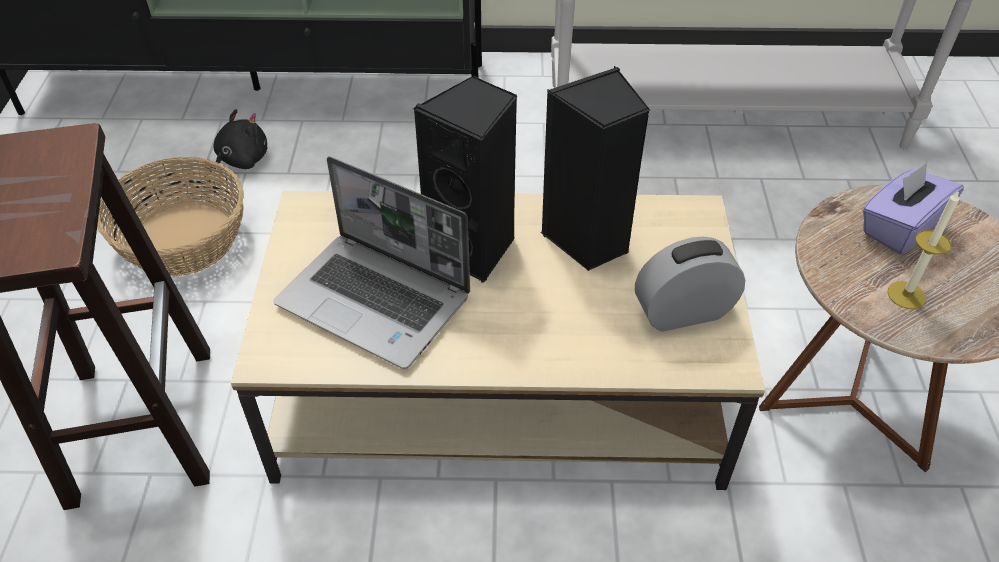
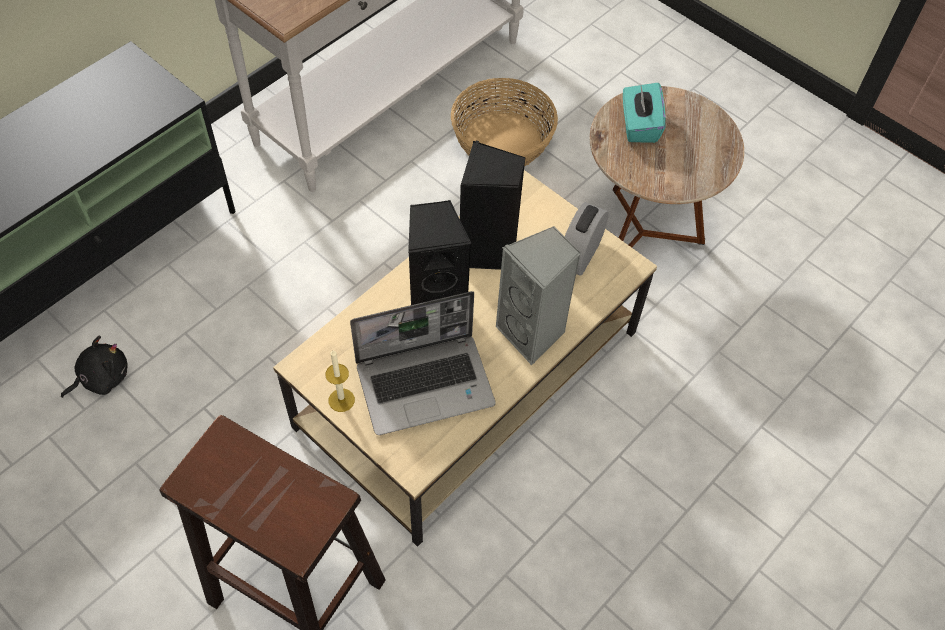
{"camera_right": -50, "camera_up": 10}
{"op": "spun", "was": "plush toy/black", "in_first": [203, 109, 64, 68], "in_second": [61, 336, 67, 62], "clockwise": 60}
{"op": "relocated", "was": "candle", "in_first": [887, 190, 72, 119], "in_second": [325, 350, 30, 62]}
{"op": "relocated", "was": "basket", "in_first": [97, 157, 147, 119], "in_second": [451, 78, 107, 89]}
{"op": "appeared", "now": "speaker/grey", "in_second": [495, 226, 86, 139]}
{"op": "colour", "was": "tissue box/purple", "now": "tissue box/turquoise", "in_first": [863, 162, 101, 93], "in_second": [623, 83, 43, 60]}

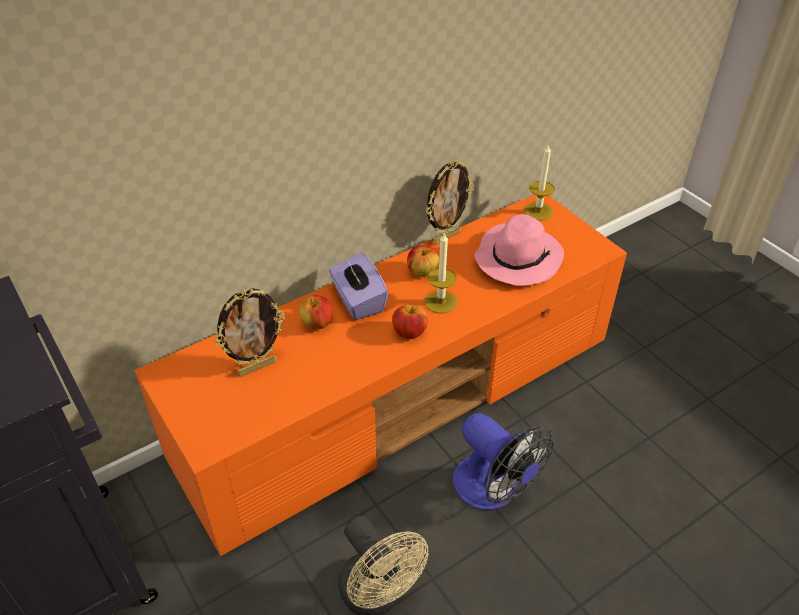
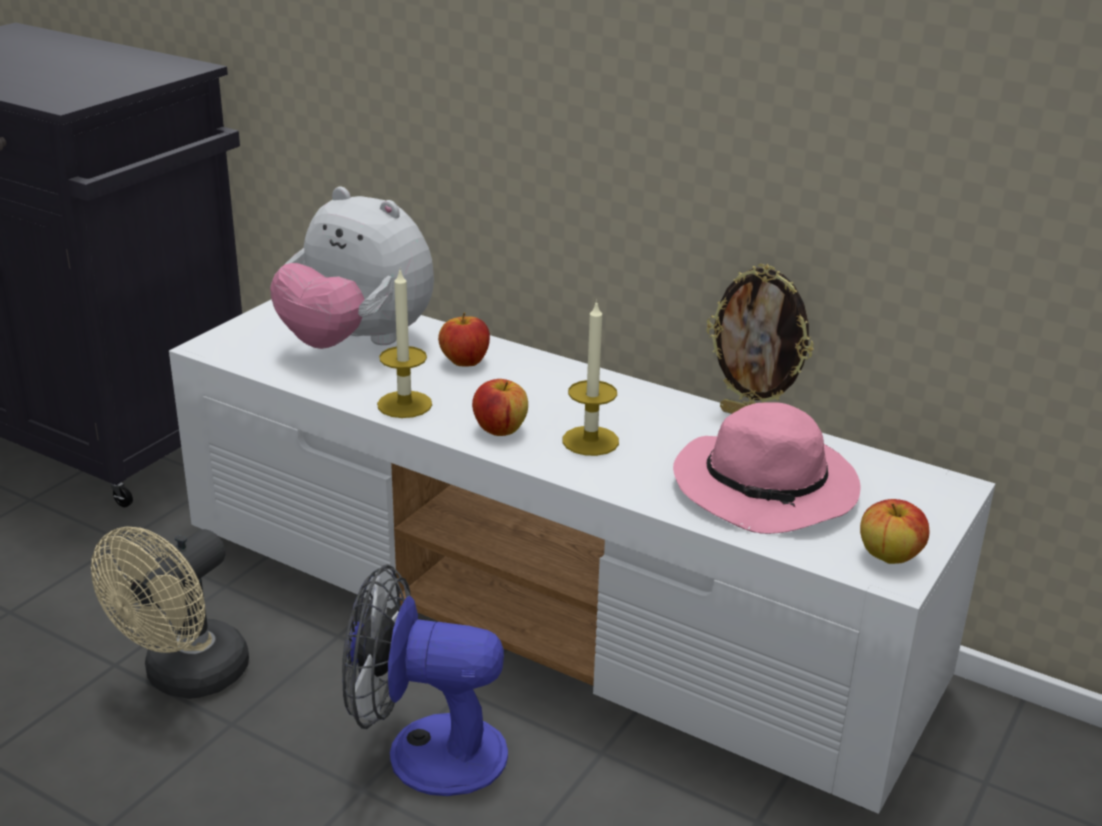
{"camera_right": 65, "camera_up": -15}
{"op": "colour", "was": "tv stand/orange", "now": "tv stand/white", "in_first": [134, 194, 493, 362], "in_second": [169, 299, 826, 515]}
{"op": "exchanged", "was": "picture frame", "now": "plush toy", "in_first": [215, 288, 70, 89], "in_second": [270, 187, 164, 162]}
{"op": "spun", "was": "fan", "in_first": [453, 413, 101, 97], "in_second": [342, 564, 166, 232], "clockwise": 75}
{"op": "relocated", "was": "candle", "in_first": [524, 144, 31, 77], "in_second": [377, 270, 55, 148]}
{"op": "relocated", "was": "apple", "in_first": [407, 245, 32, 32], "in_second": [860, 499, 69, 65]}
{"op": "missing", "was": "tissue box/purple", "in_first": [329, 253, 59, 67]}

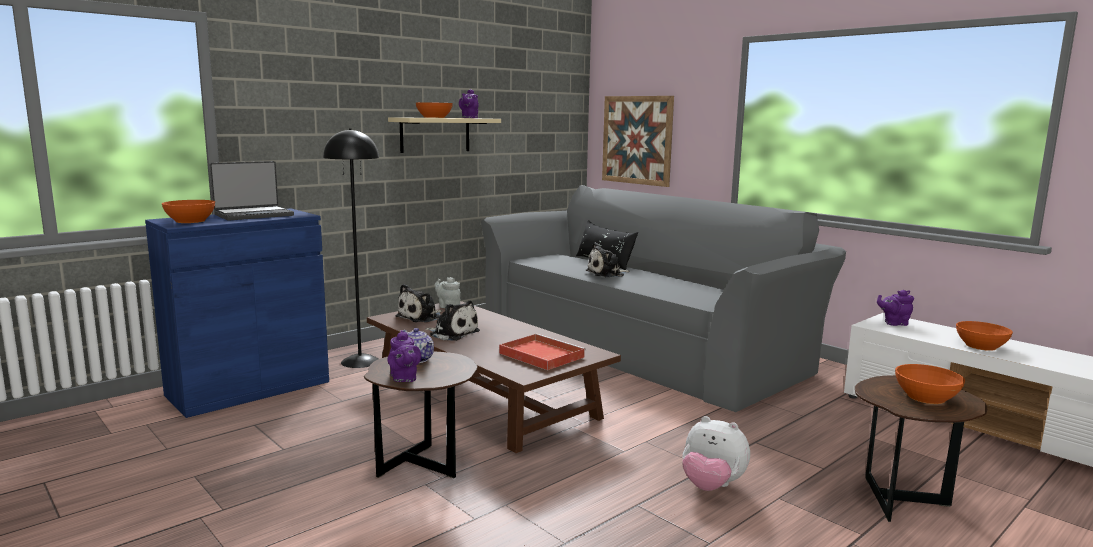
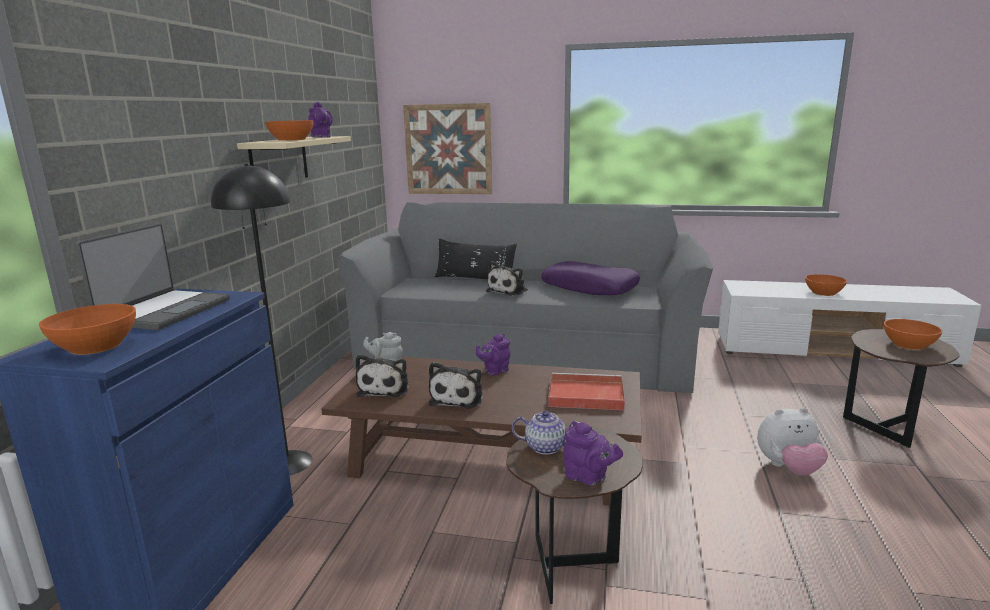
{"camera_right": -35, "camera_up": 5}
{"op": "spun", "was": "plush toy", "in_first": [425, 301, 55, 40], "in_second": [429, 362, 54, 47], "clockwise": 105}
{"op": "relocated", "was": "teapot/purple", "in_first": [877, 290, 37, 36], "in_second": [476, 334, 34, 42]}
{"op": "appeared", "now": "pillow/purple", "in_second": [541, 261, 99, 34]}

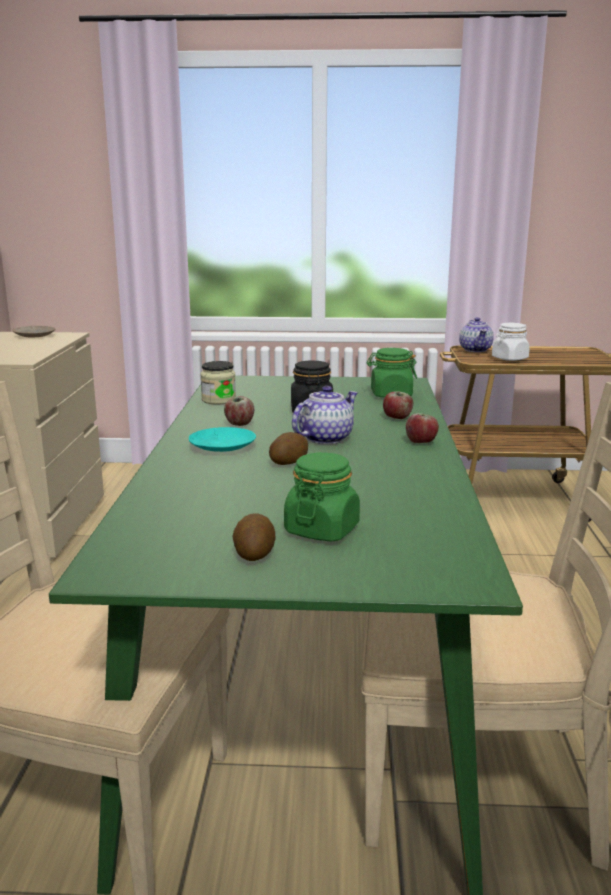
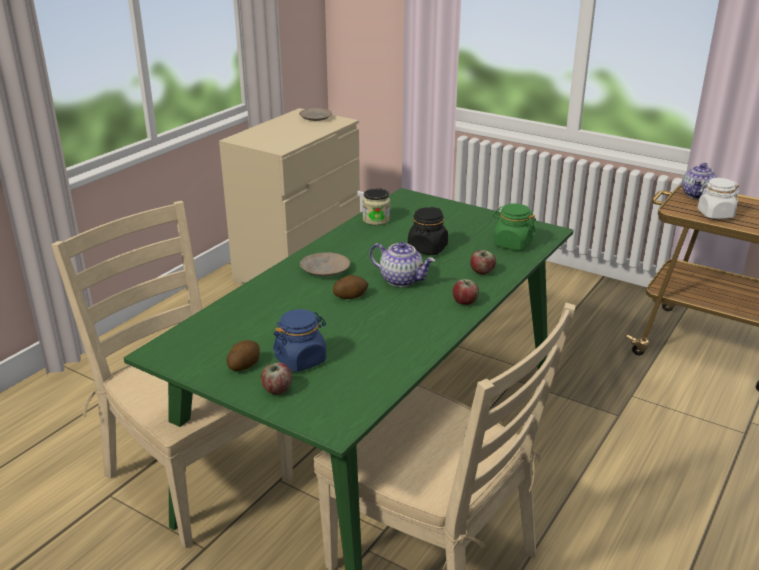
{"camera_right": 30, "camera_up": 10}
{"op": "relocated", "was": "apple", "in_first": [224, 396, 30, 30], "in_second": [261, 363, 31, 32]}
{"op": "colour", "was": "jar/green", "now": "jar/blue", "in_first": [284, 453, 76, 89], "in_second": [273, 309, 53, 63]}
{"op": "colour", "was": "plate/turquoise", "now": "plate/beige", "in_first": [189, 427, 67, 25], "in_second": [300, 252, 50, 24]}
{"op": "spun", "was": "teapot", "in_first": [292, 386, 66, 58], "in_second": [370, 242, 65, 45], "clockwise": 45}

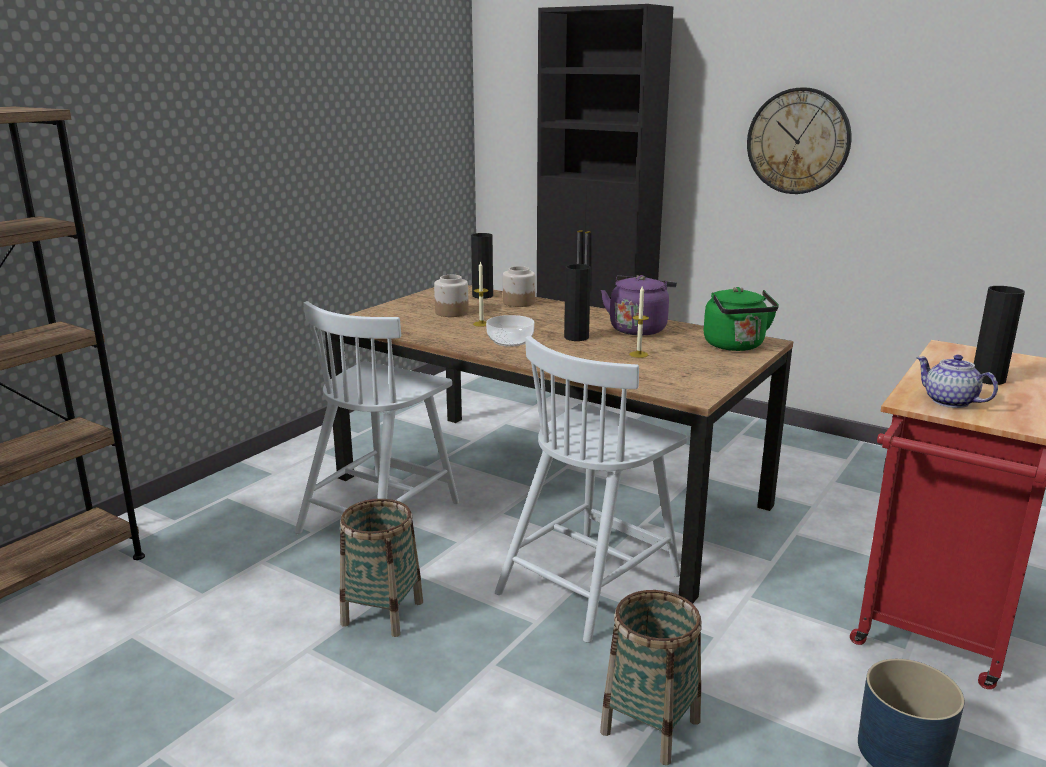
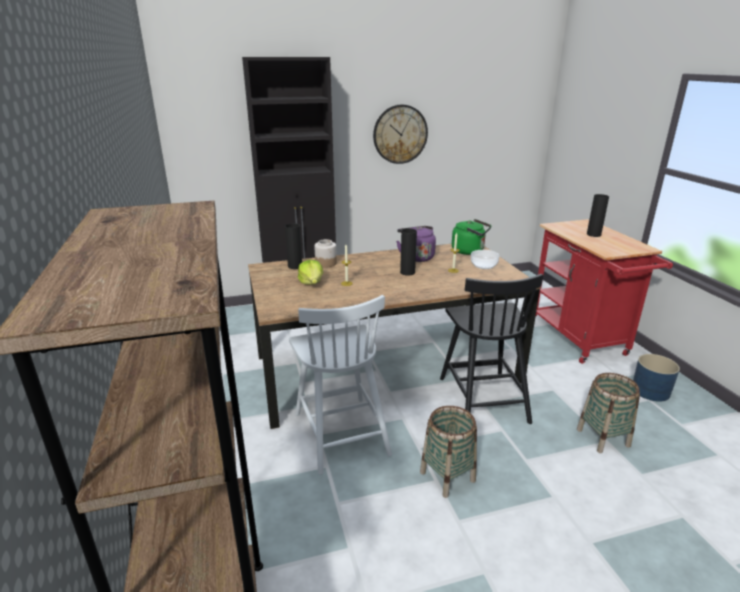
{"camera_right": -50, "camera_up": 5}
{"op": "exchanged", "was": "jar", "now": "lettuce", "in_first": [434, 275, 35, 42], "in_second": [298, 260, 25, 25]}
{"op": "colour", "was": "chair/white", "now": "chair/black", "in_first": [495, 336, 193, 307], "in_second": [440, 274, 103, 150]}
{"op": "relocated", "was": "bowl", "in_first": [486, 315, 48, 32], "in_second": [471, 250, 28, 19]}
{"op": "missing", "was": "teapot", "in_first": [916, 355, 82, 53]}

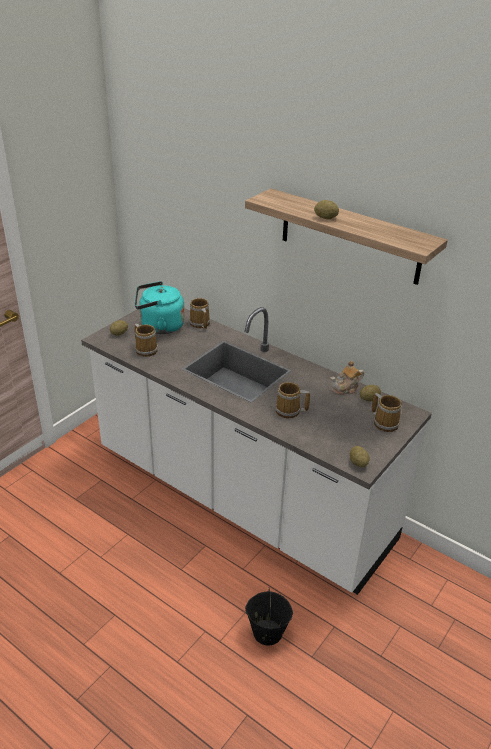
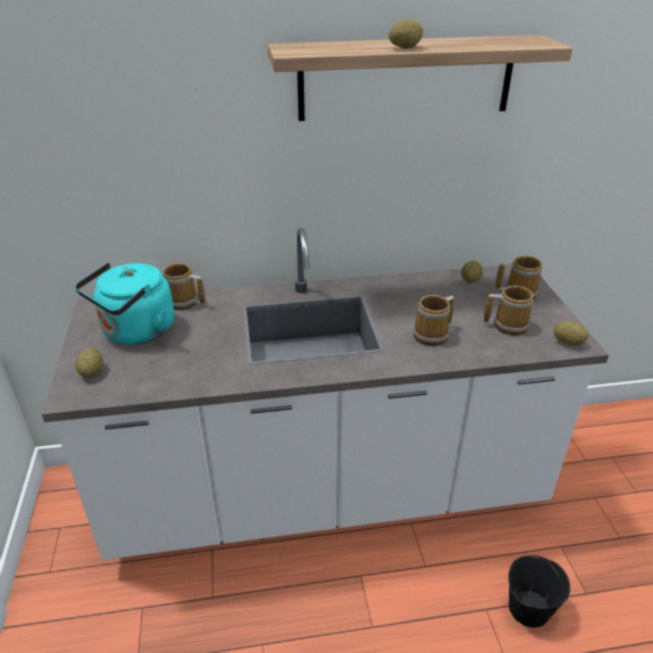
{"camera_right": -45, "camera_up": 0}
{"op": "relocated", "was": "mug", "in_first": [135, 324, 23, 33], "in_second": [484, 286, 49, 50]}
{"op": "missing", "was": "teapot", "in_first": [330, 361, 34, 34]}

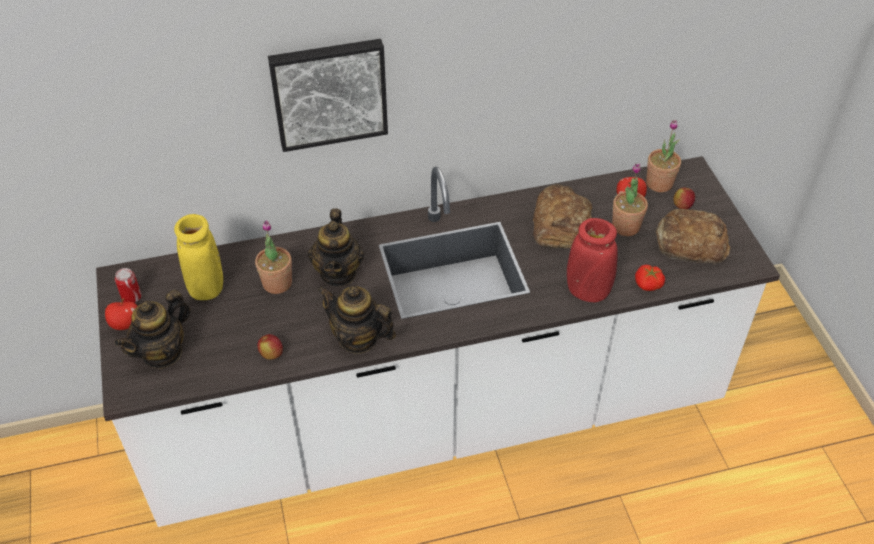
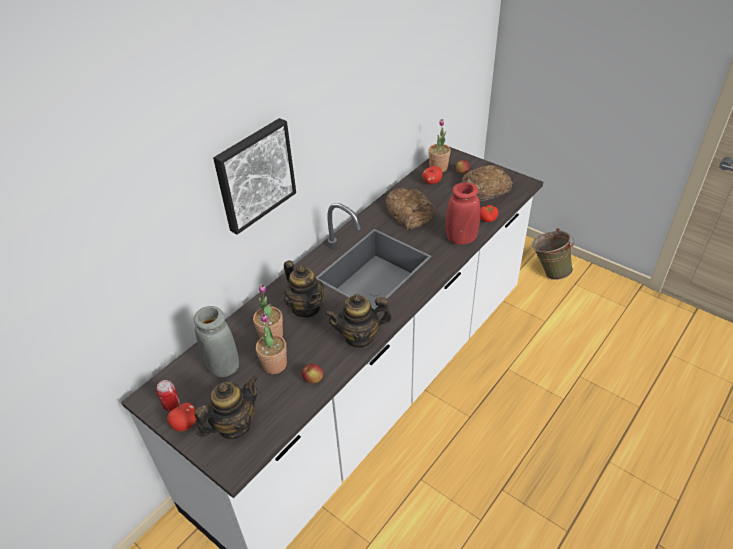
{"camera_right": -35, "camera_up": -5}
{"op": "colour", "was": "vase/yellow", "now": "vase/grey", "in_first": [174, 214, 49, 86], "in_second": [194, 306, 45, 71]}
{"op": "spun", "was": "teapot", "in_first": [114, 290, 77, 79], "in_second": [195, 375, 63, 64], "clockwise": -135}
{"op": "relocated", "was": "potted plant", "in_first": [612, 163, 36, 73], "in_second": [256, 313, 31, 61]}
{"op": "appeared", "now": "bucket/green", "in_second": [532, 228, 42, 52]}

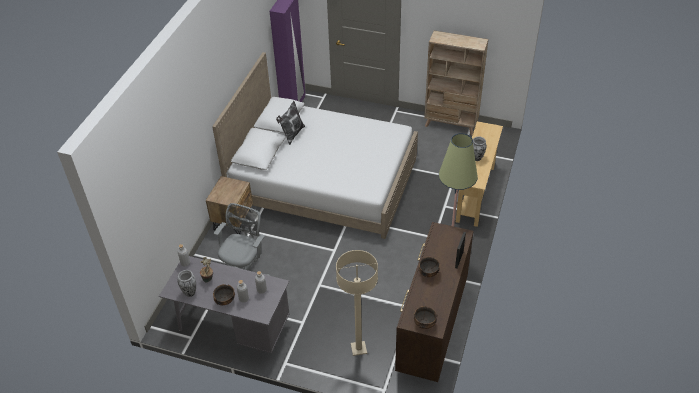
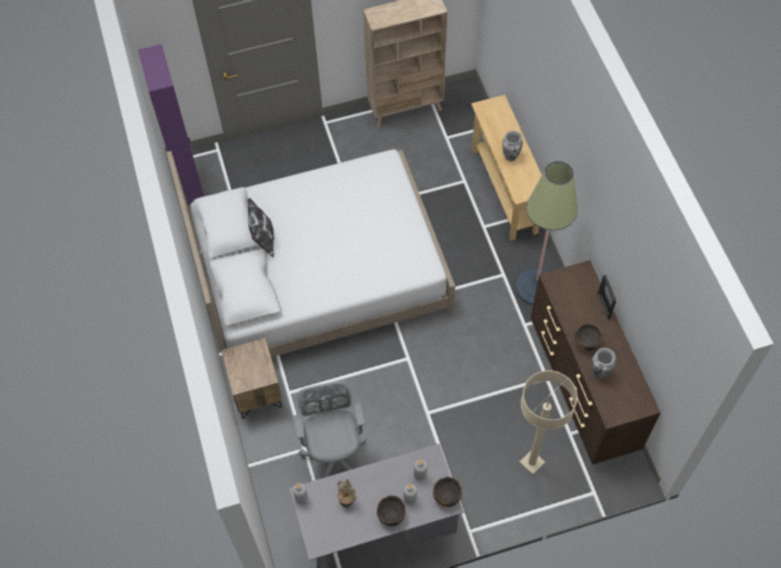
{"camera_right": -35, "camera_up": 15}
{"op": "relocated", "was": "bowl", "in_first": [414, 306, 23, 23], "in_second": [433, 477, 29, 30]}
{"op": "relocated", "was": "vase", "in_first": [178, 270, 18, 27], "in_second": [592, 348, 24, 30]}

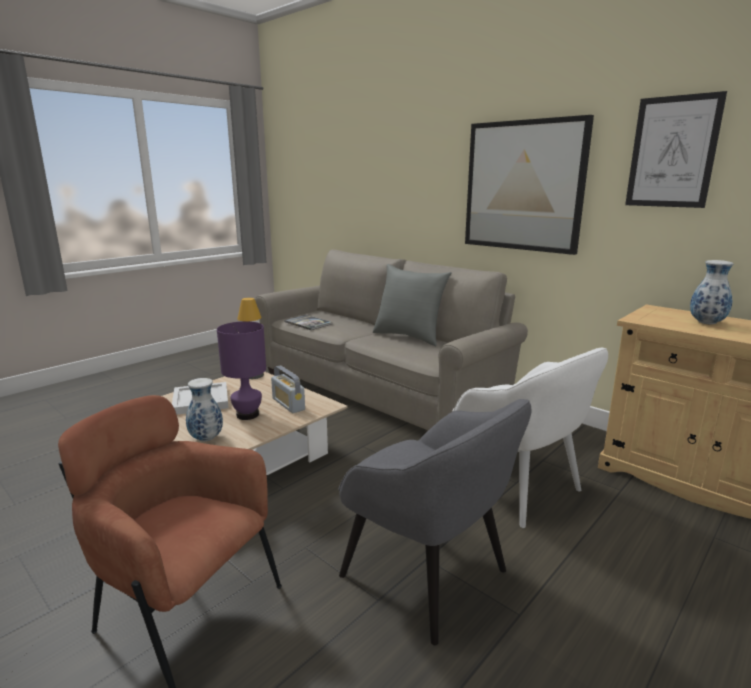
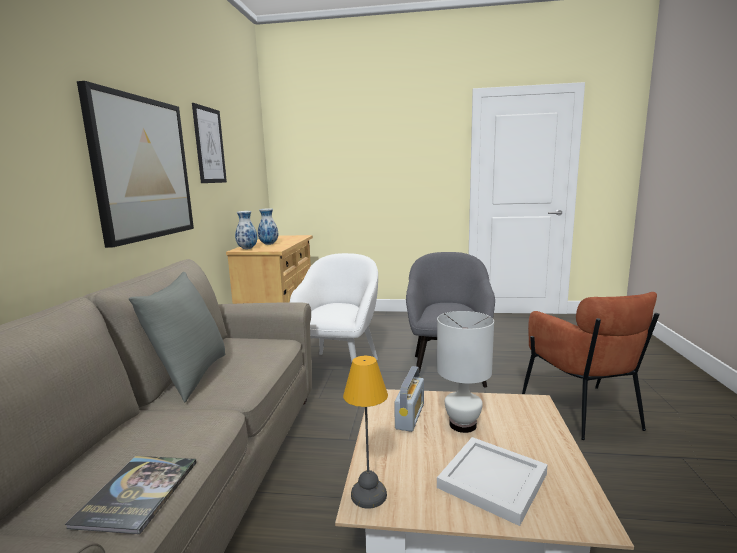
{"camera_right": -125, "camera_up": -5}
{"op": "relocated", "was": "vase", "in_first": [186, 378, 37, 64], "in_second": [235, 211, 22, 38]}
{"op": "colour", "was": "table lamp/purple", "now": "table lamp/white", "in_first": [217, 321, 49, 99], "in_second": [437, 311, 57, 122]}

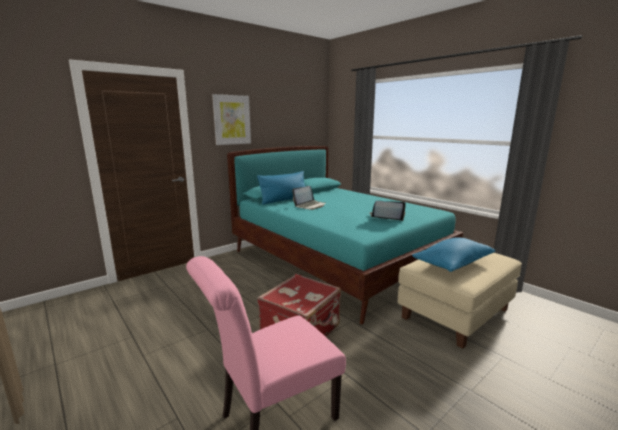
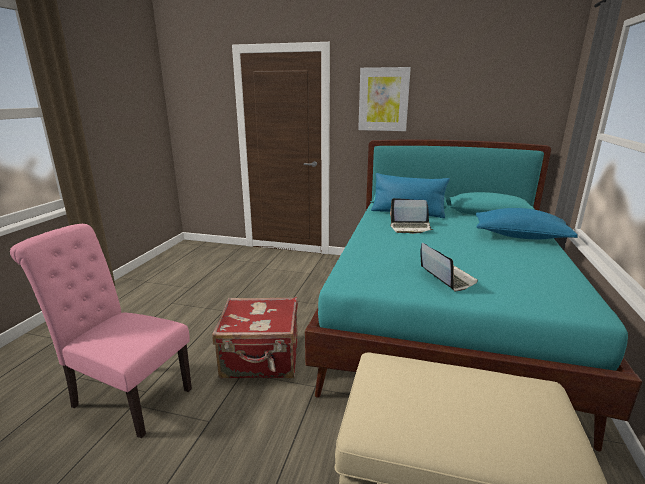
{"camera_right": 55, "camera_up": 5}
{"op": "relocated", "was": "pillow/blue", "in_first": [412, 237, 83, 35], "in_second": [476, 208, 102, 31]}

